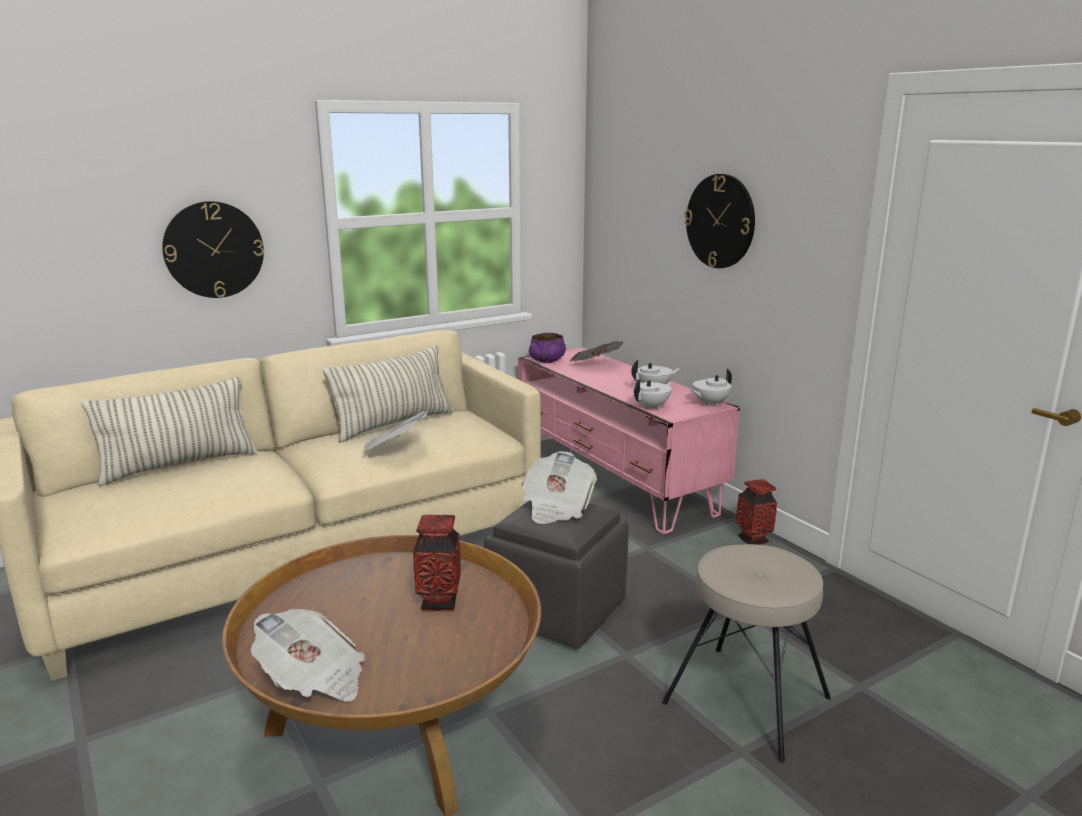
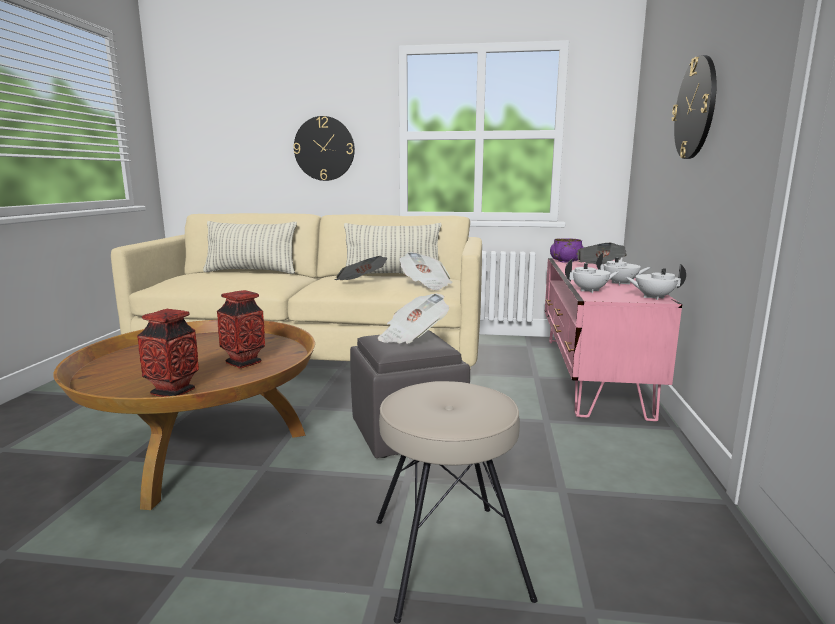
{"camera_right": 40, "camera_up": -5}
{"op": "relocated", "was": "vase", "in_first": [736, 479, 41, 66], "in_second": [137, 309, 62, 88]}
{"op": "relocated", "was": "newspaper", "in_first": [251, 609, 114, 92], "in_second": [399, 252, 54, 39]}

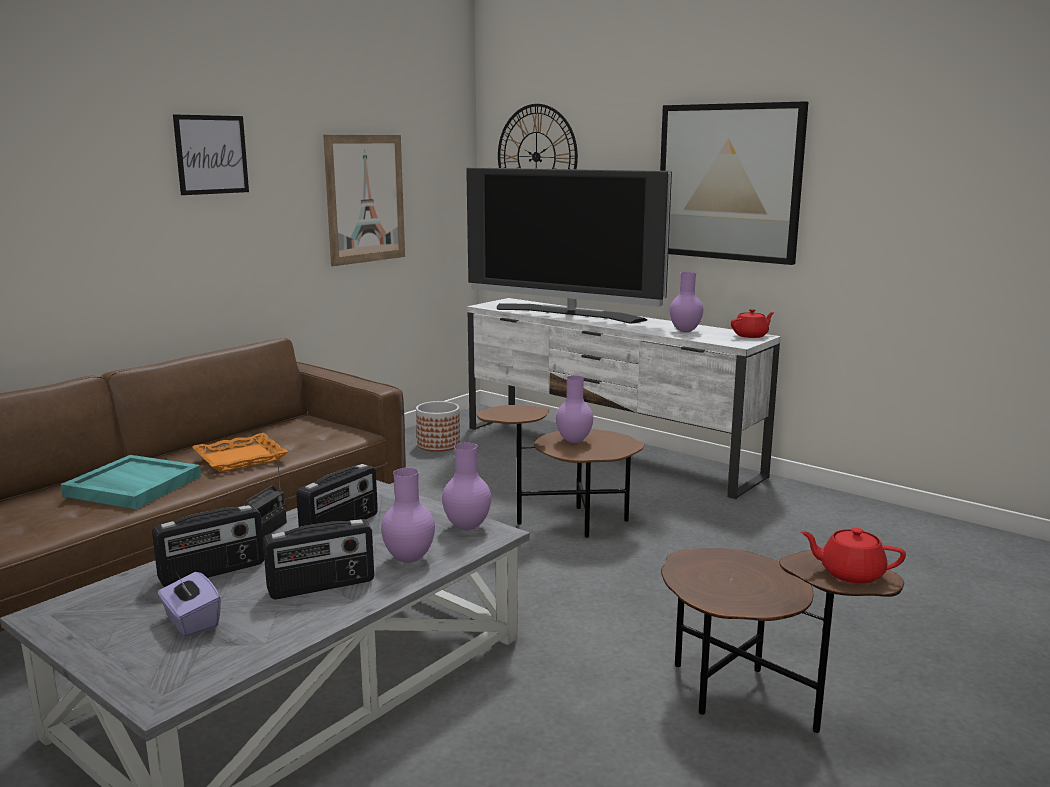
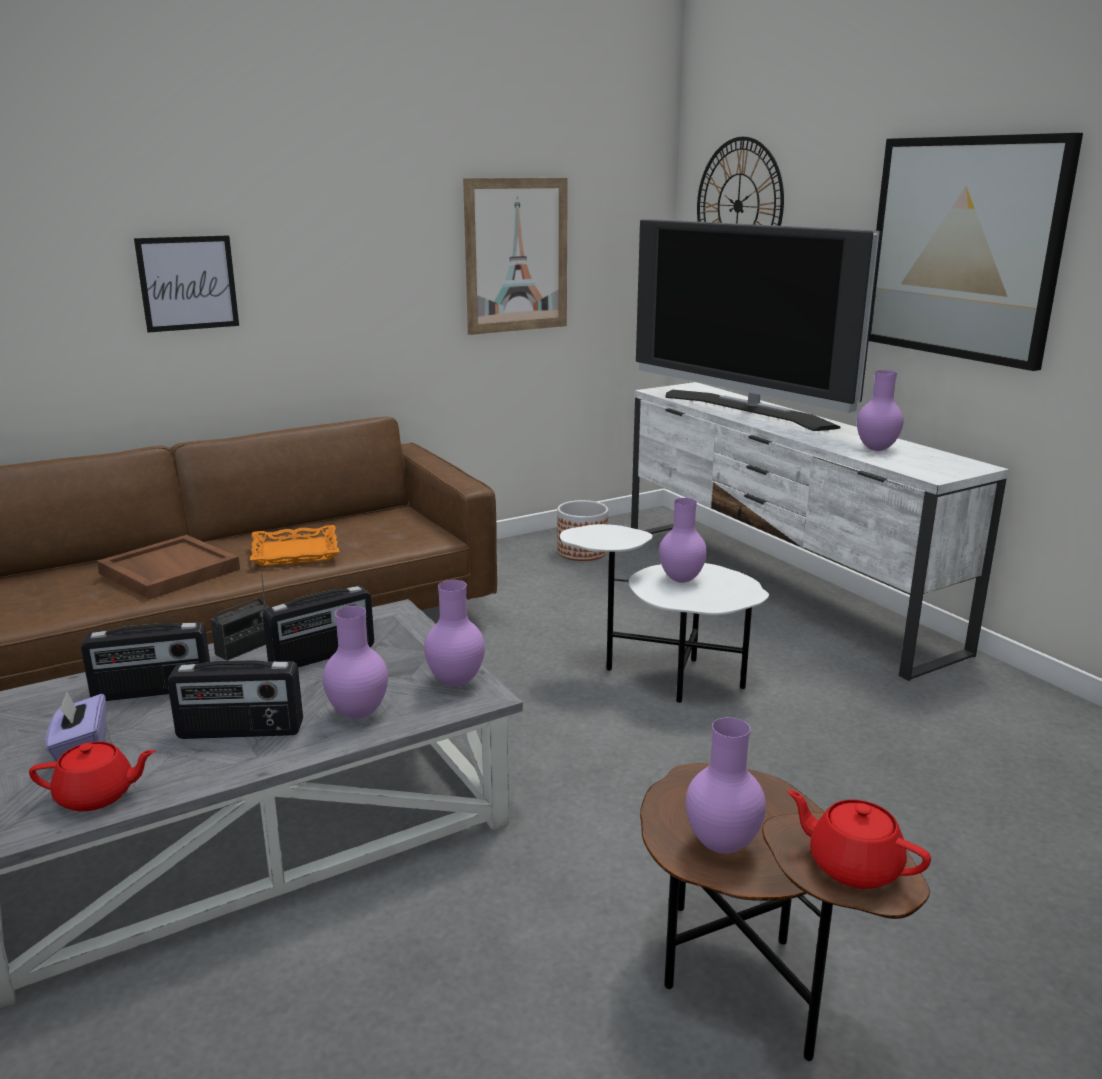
{"camera_right": 20, "camera_up": 5}
{"op": "relocated", "was": "teapot/red", "in_first": [731, 309, 44, 29], "in_second": [29, 742, 126, 69]}
{"op": "colour", "was": "tray/turquoise", "now": "tray/brown", "in_first": [61, 455, 140, 54], "in_second": [97, 535, 143, 65]}
{"op": "relocated", "was": "picture", "in_first": [173, 114, 76, 81], "in_second": [134, 235, 105, 98]}
{"op": "colour", "was": "side table/brown", "now": "side table/white", "in_first": [476, 405, 168, 133], "in_second": [560, 524, 209, 179]}
{"op": "appeared", "now": "vase/purple", "in_second": [686, 717, 80, 137]}

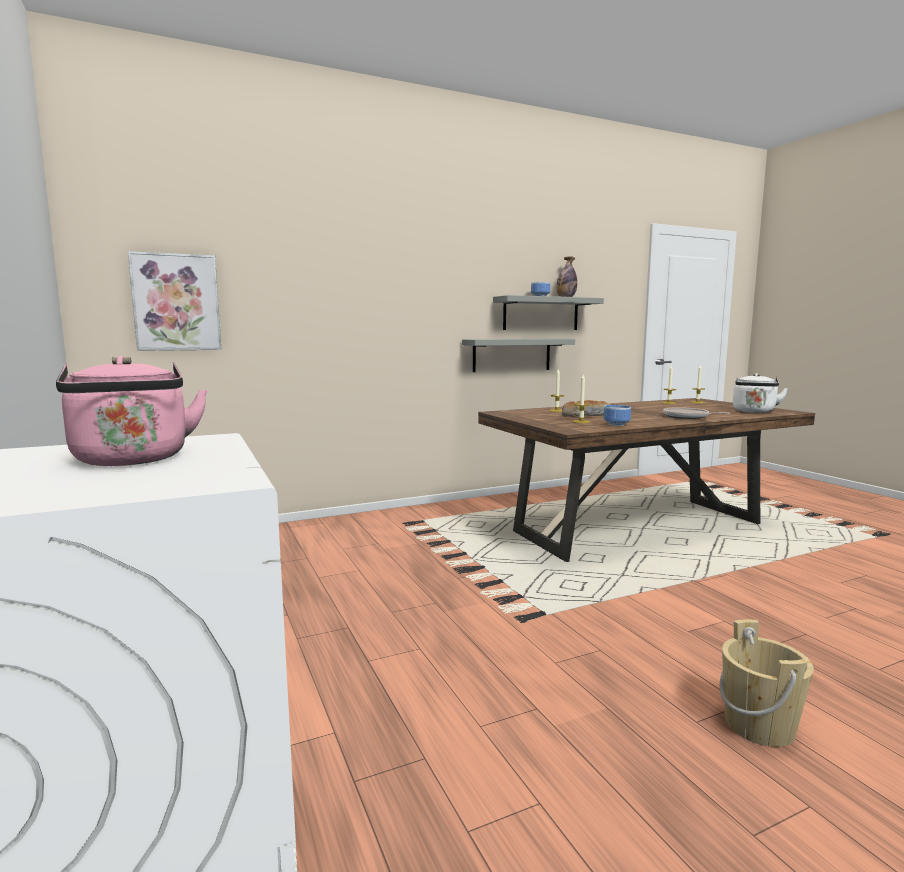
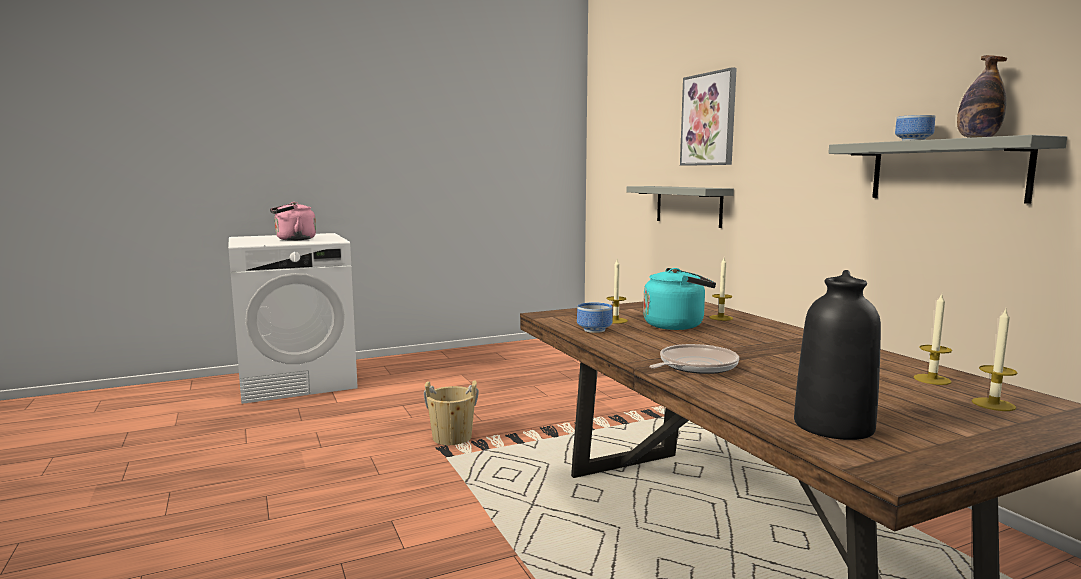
{"camera_right": 90, "camera_up": 0}
{"op": "relocated", "was": "bucket/beige", "in_first": [720, 620, 94, 127], "in_second": [424, 380, 55, 65]}
{"op": "relocated", "was": "shelf/grey", "in_first": [462, 339, 113, 33], "in_second": [627, 186, 107, 42]}
{"op": "exchanged", "was": "bread", "now": "kettle/turquoise", "in_first": [562, 400, 49, 17], "in_second": [643, 268, 73, 62]}
{"op": "relocated", "was": "picture", "in_first": [128, 251, 94, 100], "in_second": [680, 67, 57, 99]}
{"op": "exchanged", "was": "kettle/white", "now": "vase/black", "in_first": [733, 373, 55, 40], "in_second": [794, 270, 87, 170]}

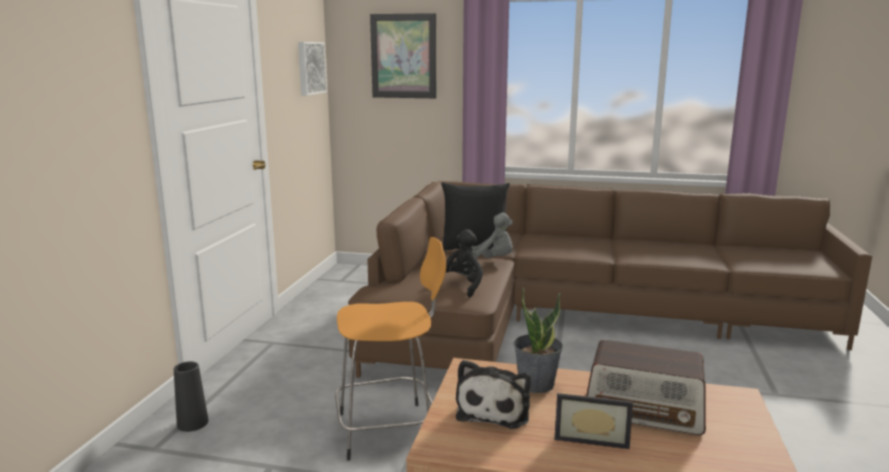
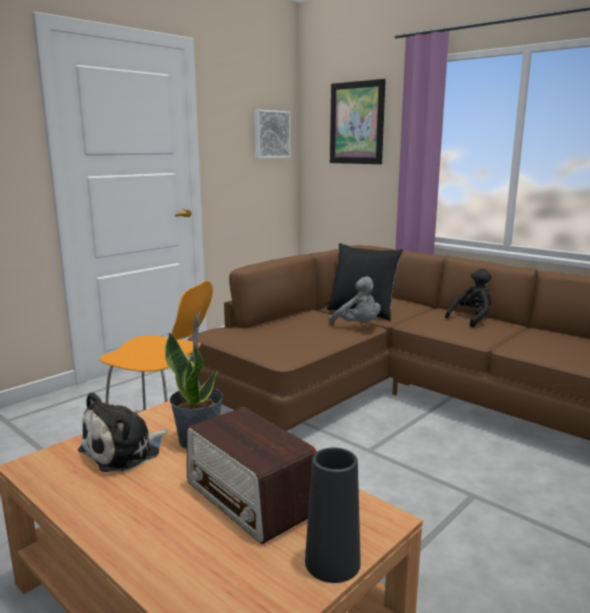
{"camera_right": 30, "camera_up": 0}
{"op": "relocated", "was": "vase/black", "in_first": [174, 361, 35, 71], "in_second": [305, 447, 56, 136]}
{"op": "relocated", "was": "plush toy/black", "in_first": [439, 229, 44, 68], "in_second": [445, 269, 47, 58]}
{"op": "missing", "was": "picture frame", "in_first": [554, 393, 79, 56]}

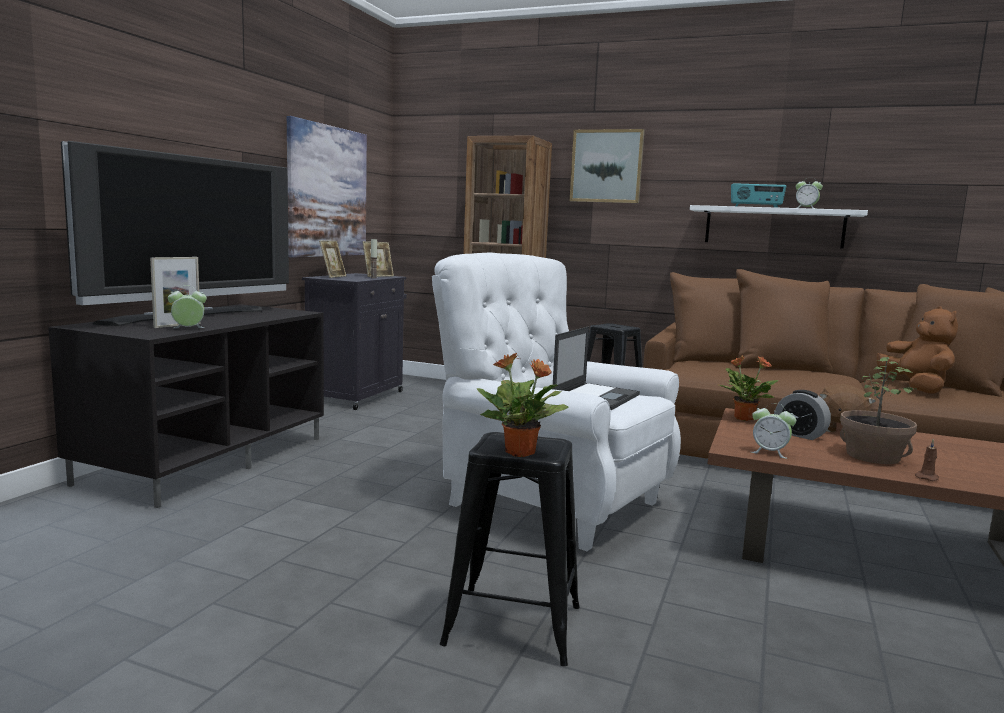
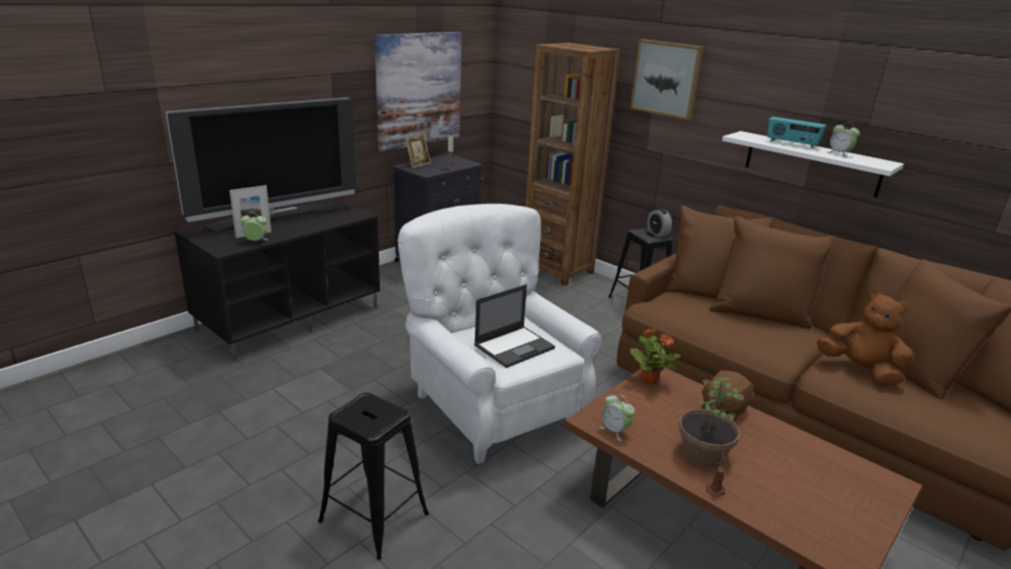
{"camera_right": 20, "camera_up": 15}
{"op": "relocated", "was": "alarm clock", "in_first": [775, 390, 56, 50], "in_second": [647, 208, 25, 29]}
{"op": "spun", "was": "plush toy/brown", "in_first": [876, 306, 82, 88], "in_second": [817, 290, 96, 96], "clockwise": -60}
{"op": "missing", "was": "picture frame", "in_first": [362, 241, 32, 36]}
{"op": "missing", "was": "potted plant", "in_first": [477, 353, 91, 104]}

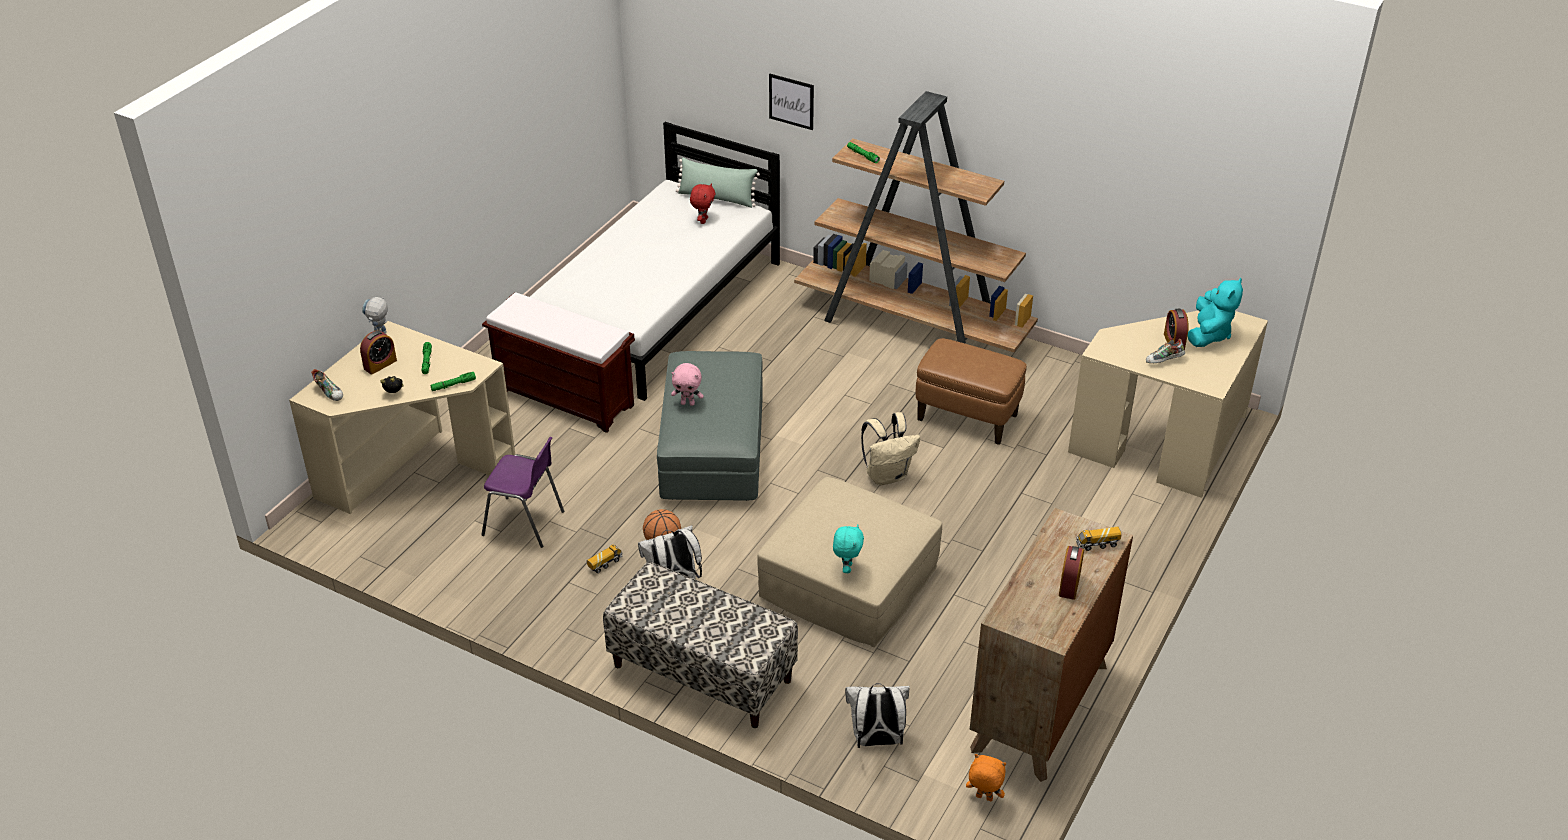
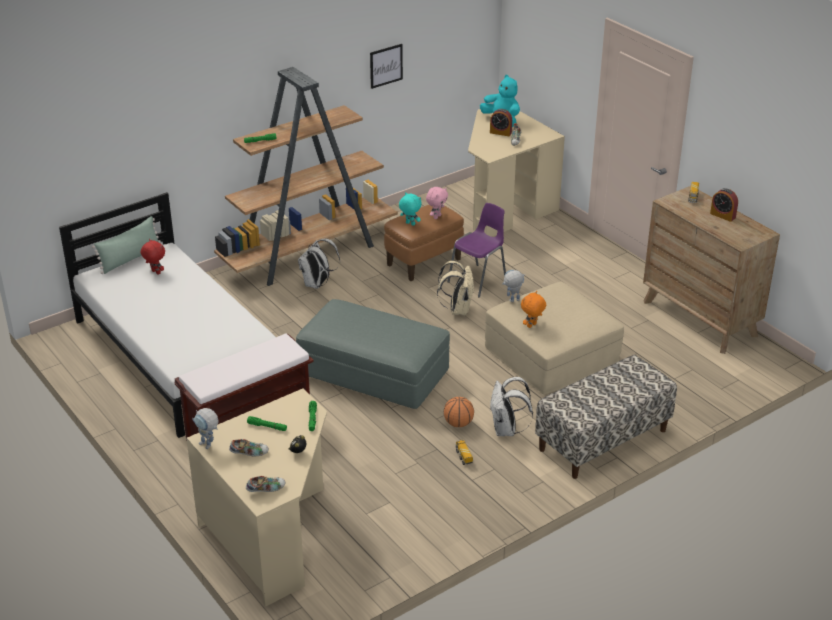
{"camera_right": -65, "camera_up": -5}
{"op": "exchanged", "was": "alarm clock", "now": "shoe", "in_first": [360, 330, 37, 45], "in_second": [229, 439, 40, 18]}
{"op": "relocated", "was": "backpack/white", "in_first": [845, 683, 65, 65], "in_second": [298, 239, 42, 50]}
{"op": "relocated", "was": "picture", "in_first": [769, 74, 45, 56], "in_second": [370, 44, 33, 45]}
{"op": "relocated", "was": "plush toy/turquoise", "in_first": [833, 524, 31, 49], "in_second": [399, 192, 23, 34]}
{"op": "relocated", "was": "plush toy/pink", "in_first": [671, 363, 33, 43], "in_second": [426, 187, 22, 32]}
{"op": "relocated", "was": "chair/purple", "in_first": [482, 437, 82, 111], "in_second": [447, 203, 59, 95]}
{"op": "appeared", "now": "toy robot", "in_second": [502, 270, 23, 32]}
{"op": "relocated", "was": "plush toy/orange", "in_first": [966, 754, 40, 47], "in_second": [521, 291, 25, 37]}

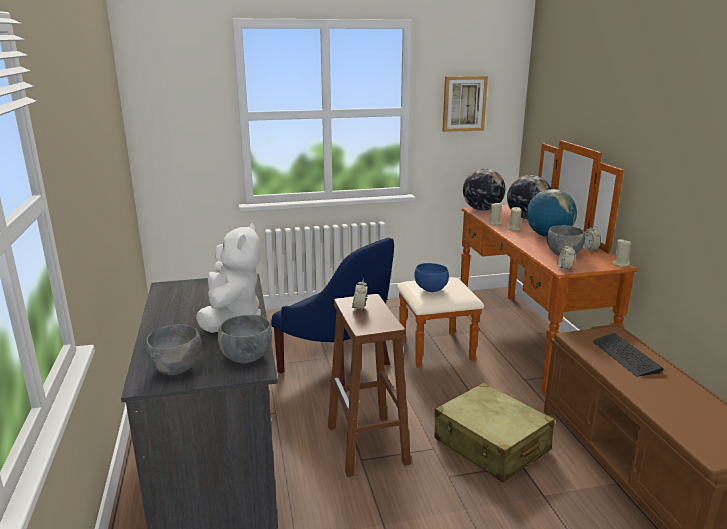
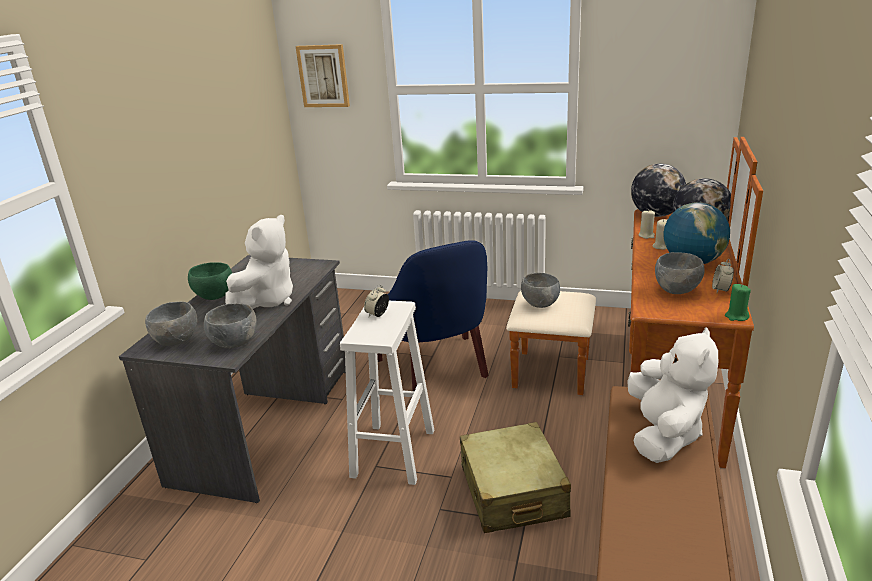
{"camera_right": 30, "camera_up": 5}
{"op": "appeared", "now": "bowl/green", "in_second": [188, 262, 44, 38]}
{"op": "relocated", "was": "picture", "in_first": [442, 76, 46, 56], "in_second": [296, 44, 54, 63]}
{"op": "colour", "was": "stool/brown", "now": "stool/white", "in_first": [328, 294, 83, 183], "in_second": [340, 301, 94, 184]}
{"op": "colour", "was": "bowl/blue", "now": "bowl/grey", "in_first": [414, 263, 35, 29], "in_second": [521, 273, 39, 35]}
{"op": "exchanged", "was": "keyboard", "now": "plush toy/white", "in_first": [593, 333, 71, 44], "in_second": [627, 327, 91, 136]}
{"op": "colour", "was": "candle/beige", "now": "candle/green", "in_first": [613, 239, 18, 28], "in_second": [725, 284, 26, 37]}
{"op": "missing", "was": "alarm clock", "in_first": [558, 243, 17, 29]}

